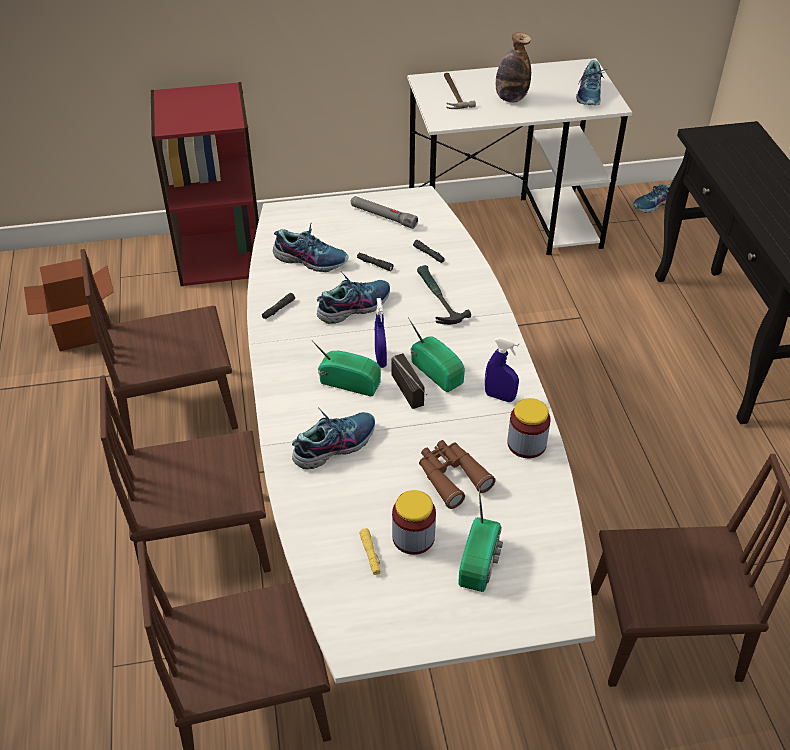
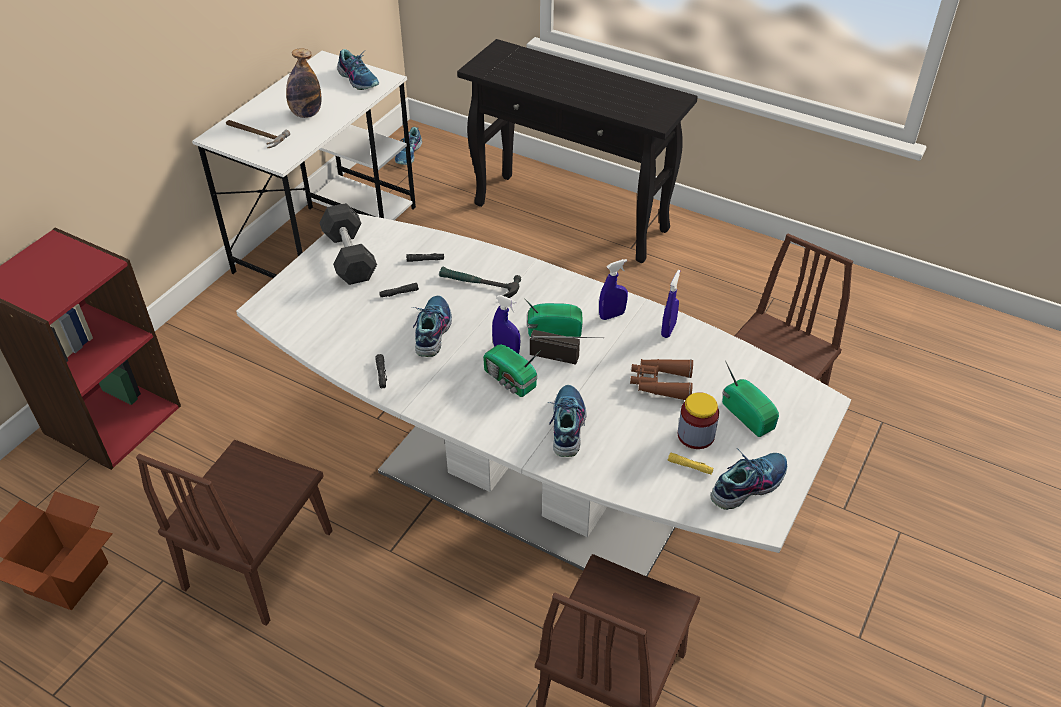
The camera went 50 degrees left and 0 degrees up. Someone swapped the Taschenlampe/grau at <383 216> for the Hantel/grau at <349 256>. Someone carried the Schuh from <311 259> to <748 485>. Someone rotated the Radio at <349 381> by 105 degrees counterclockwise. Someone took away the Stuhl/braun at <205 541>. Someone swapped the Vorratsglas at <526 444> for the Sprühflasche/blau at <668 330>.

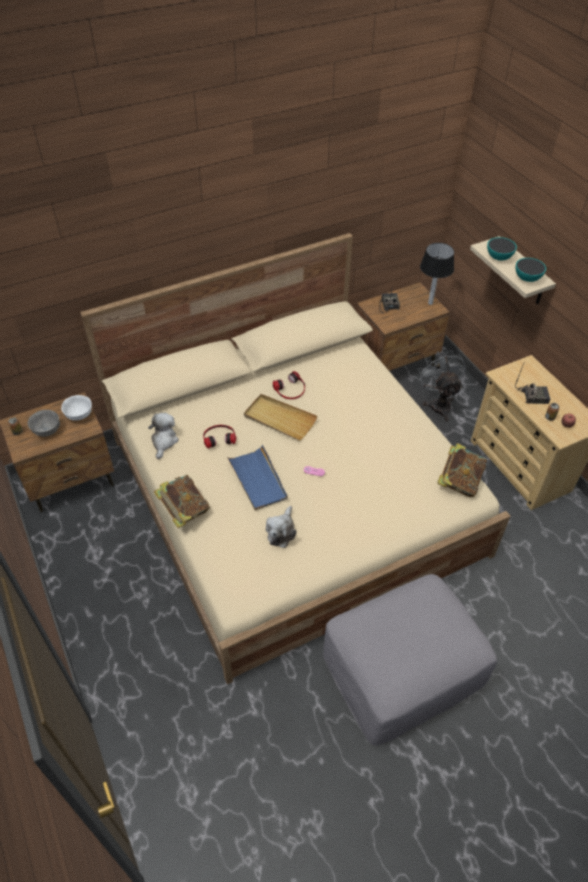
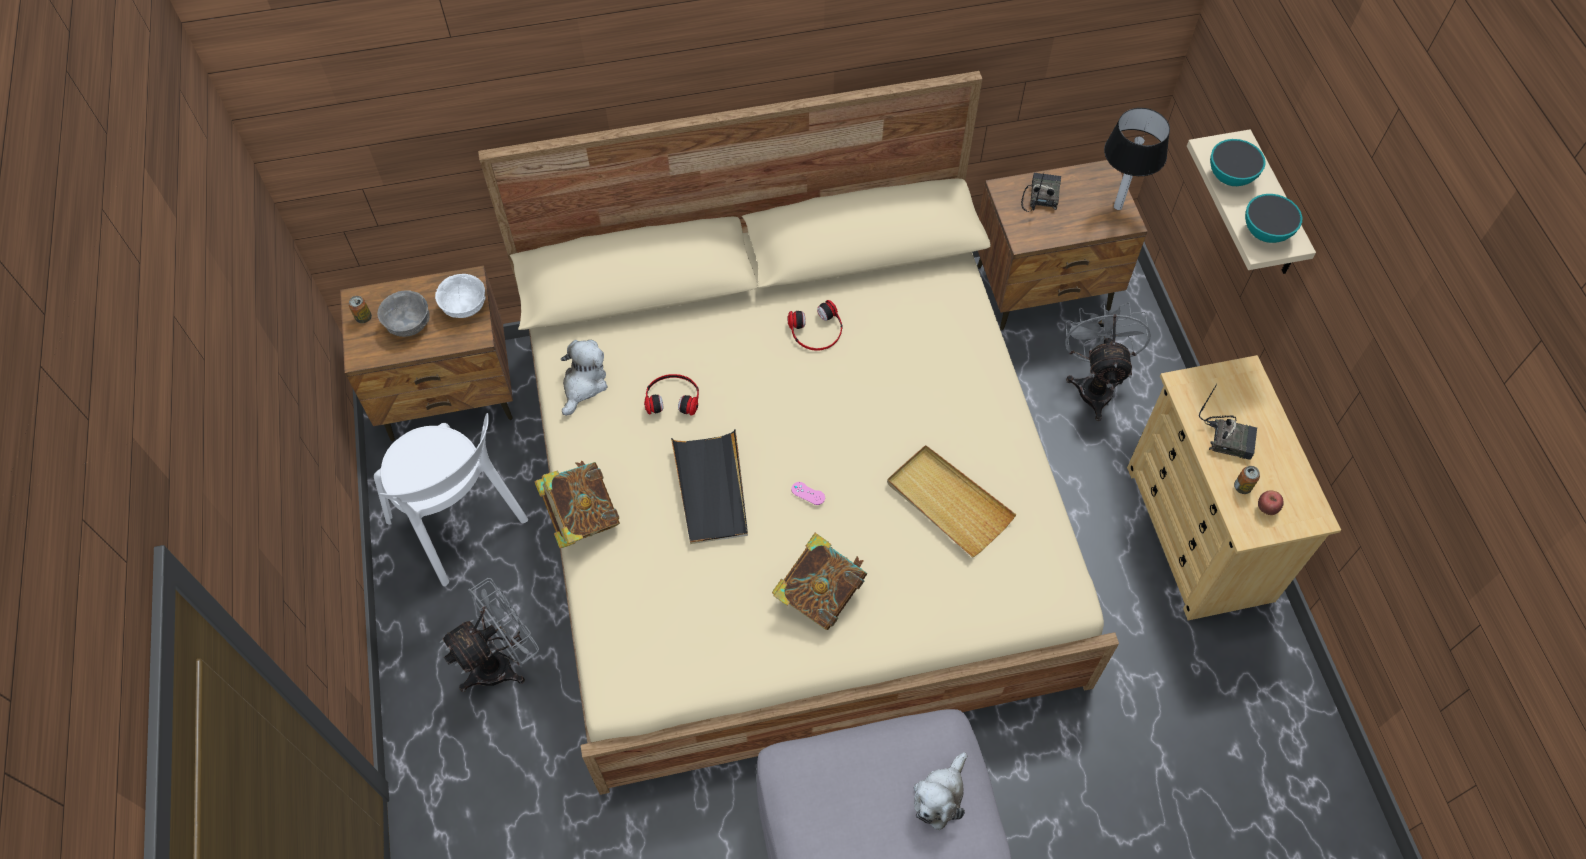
The camera went 15 degrees right and 10 degrees up. Someone carried the Tablett/beige from <279 419> to <948 502>. Someone carried the Buch from <459 482> to <819 594>. Someone repainted the Tablett/blau at <258 480>, which became the Tablett/schwarz at <711 489>. Someone carried the Plüschtier from <281 531> to <940 796>. Someone put down the Stuhl/weiß at <460 525>. Someone put down the Ventilator/grau at <502 662>.

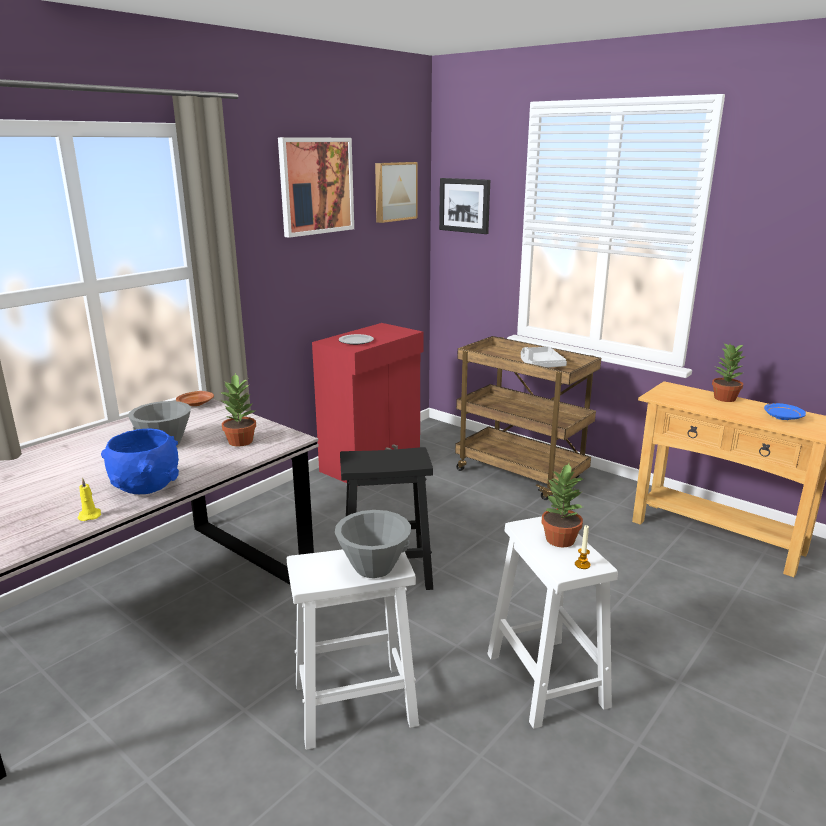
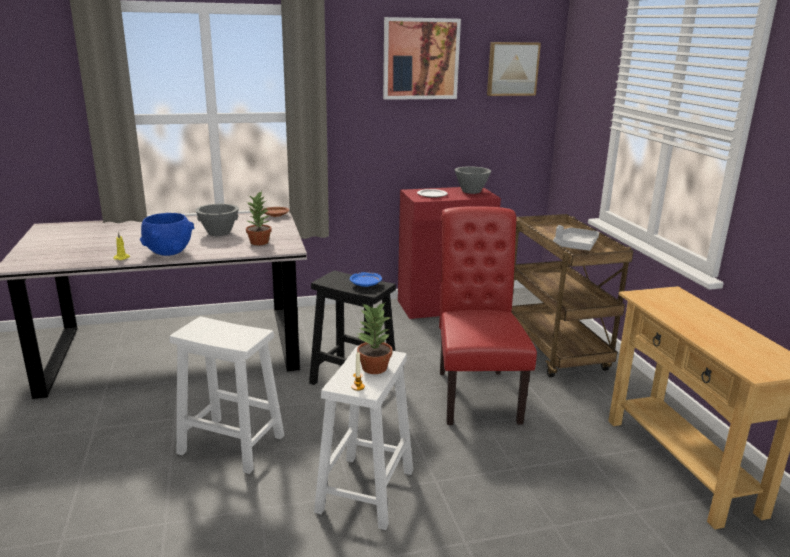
The camera went 35 degrees right and 0 degrees up. Someone took away the Bild at <465 205>. Someone took away the Topfpflanze at <724 398>. Someone carried the Teller/blau from <782 417> to <365 284>. Someone carried the Schüssel/grau from <373 566> to <471 191>. Someone put down the Stuhl/rot at <475 392>.

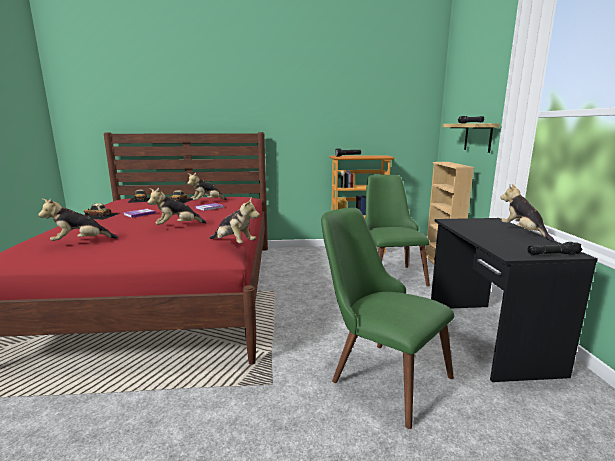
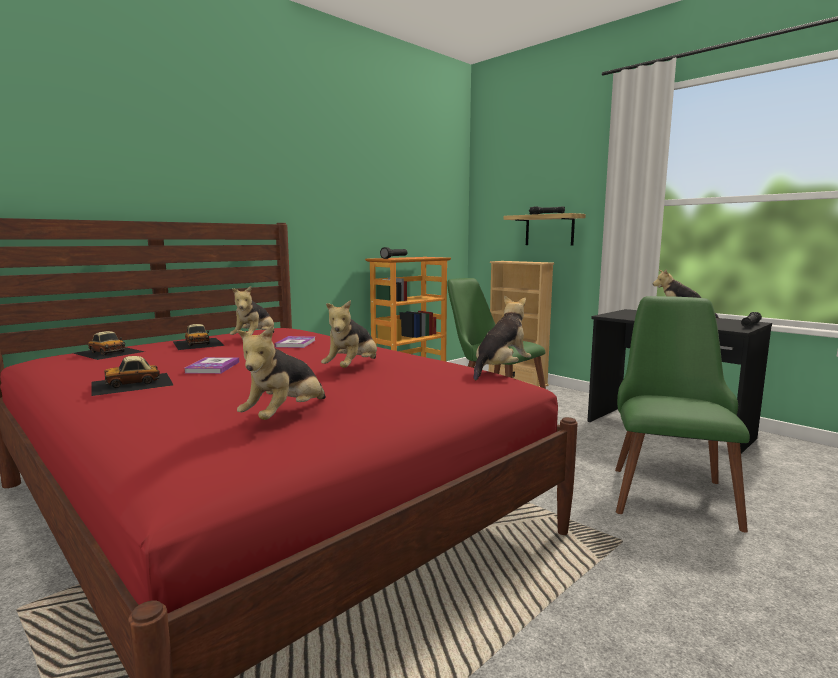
The camera went 40 degrees left and 5 degrees down. Someone rotated the Plüschtier at <234 244> by 45 degrees counterclockwise. Someone rotated the Stuhl/grün at <378 373> by 105 degrees clockwise.

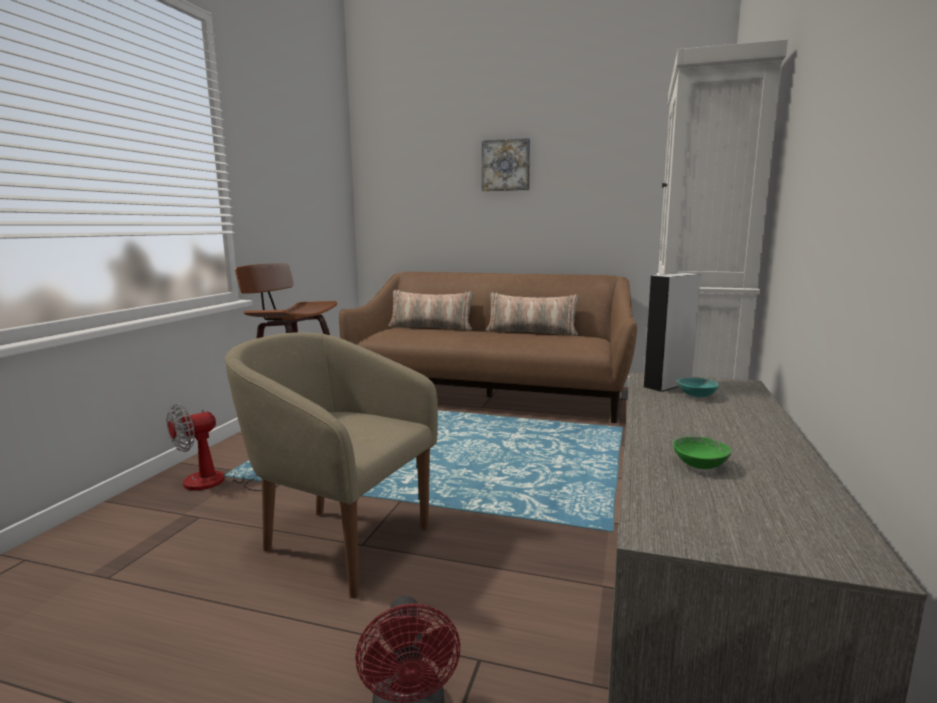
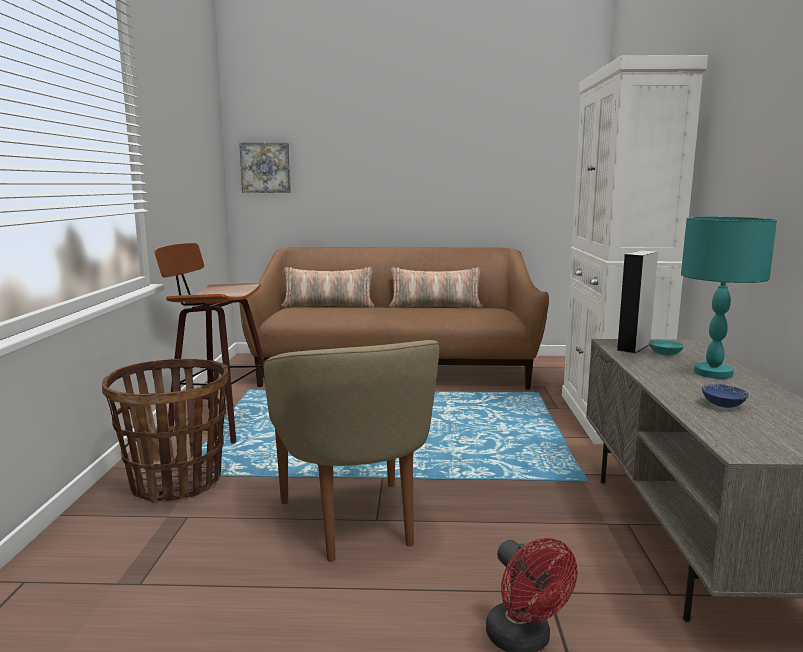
The camera went 15 degrees left and 0 degrees up. Someone carried the Bild from <506 165> to <266 168>. Someone rotated the Sessel/beige at <339 543> by 120 degrees counterclockwise. Someone swapped the Ventilator at <218 482> for the Korb at <176 482>. Someone repainted the Schüssel/grün at <700 465>, which became the Schüssel/blau at <723 405>. Someone put down the Tischlampe/türkis at <713 373>.

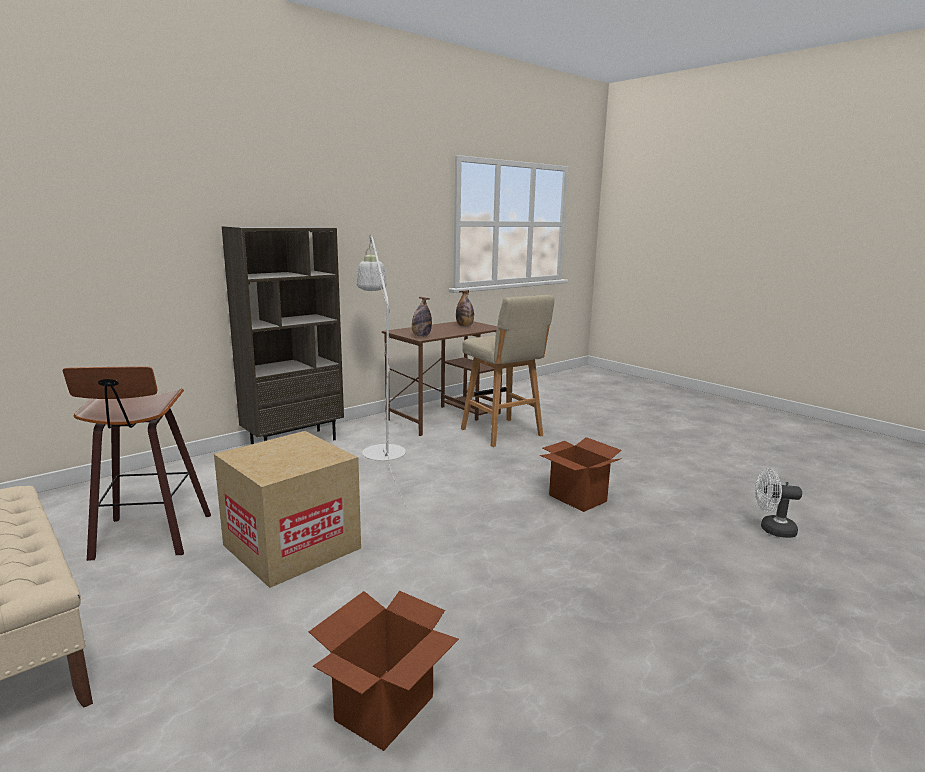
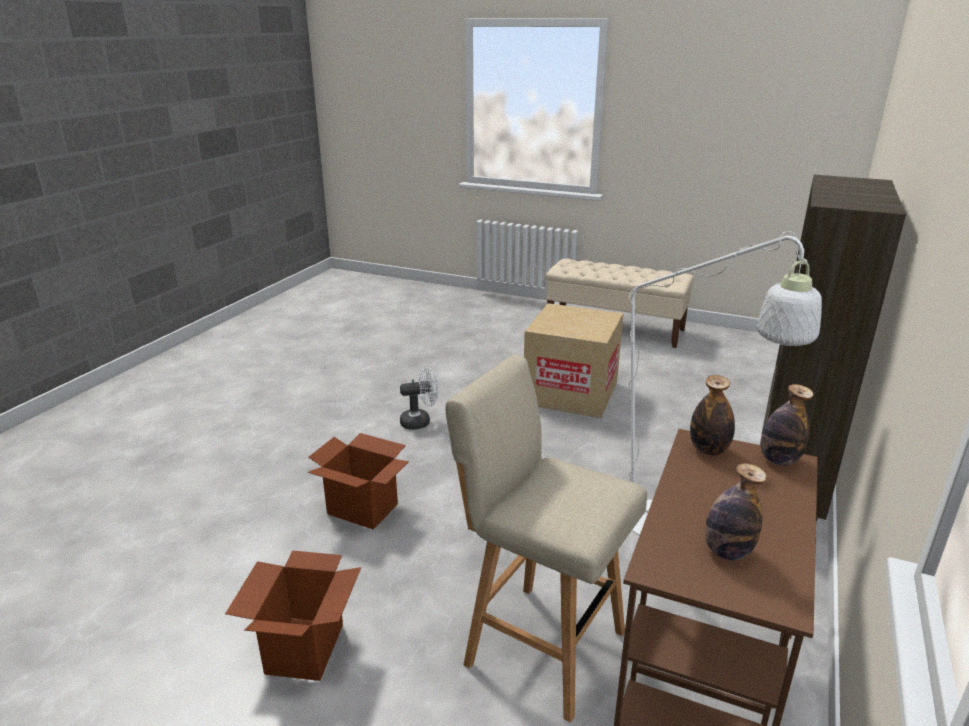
The camera went 155 degrees right and 10 degrees up. Someone took away the Hocker at <149 538>. Someone carried the Ventilator/weiß from <772 529> to <420 421>. Someone carried the Karton from <384 709> to <305 648>. Someone put down the Flasche at <779 460>.

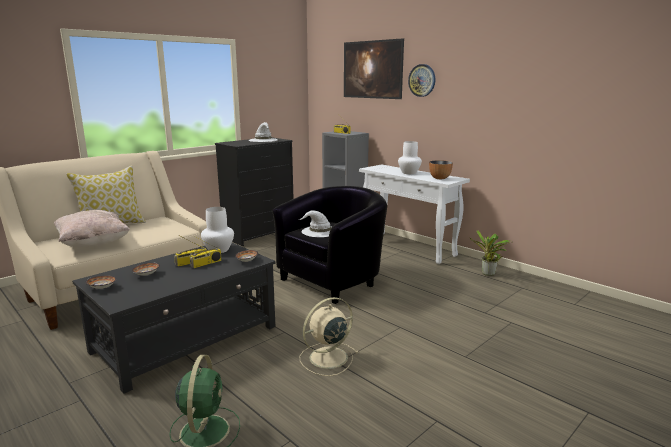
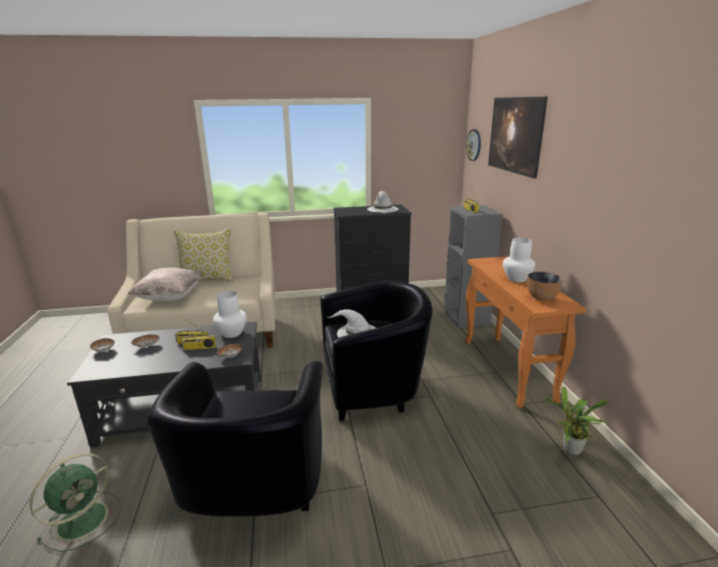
The camera went 35 degrees right and 5 degrees up. Someone carried the Wanduhr from <422 80> to <474 145>. Someone repainted the Konsolentisch/weiß at <408 248>, which became the Konsolentisch/orange at <508 369>. Someone swapped the Ventilator/beige at <327 358> for the Sessel/schwarz at <252 490>.

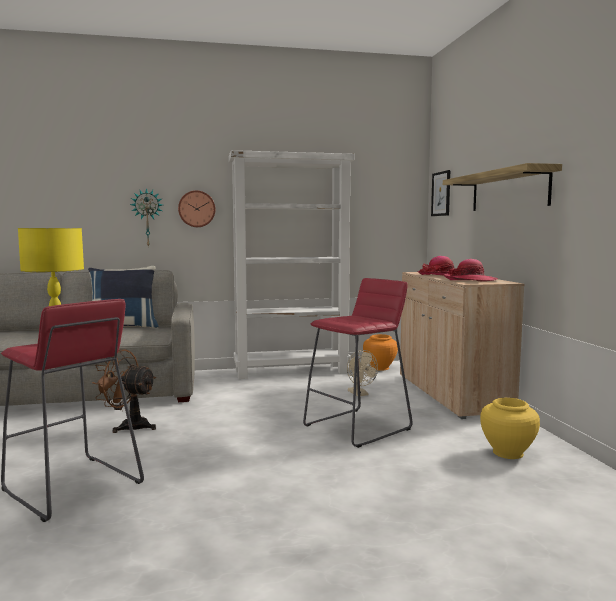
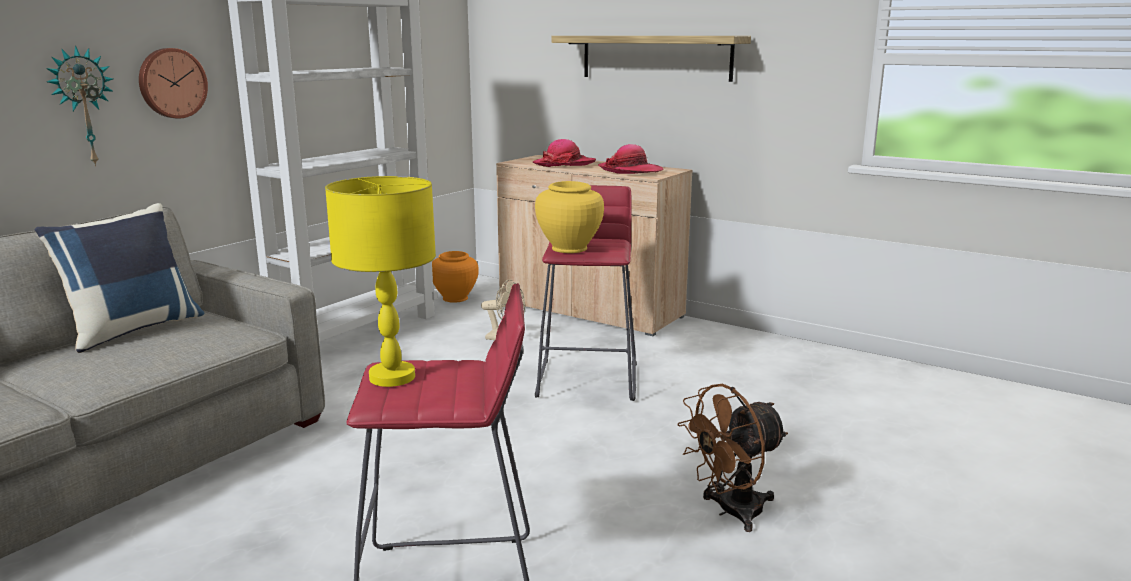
The camera went 45 degrees left and 10 degrees up. Someone took away the Bild at <441 194>. Someone carried the Ventilator/braun from <128 426> to <730 512>. Someone carried the Vase/gelb from <507 453> to <569 249>.

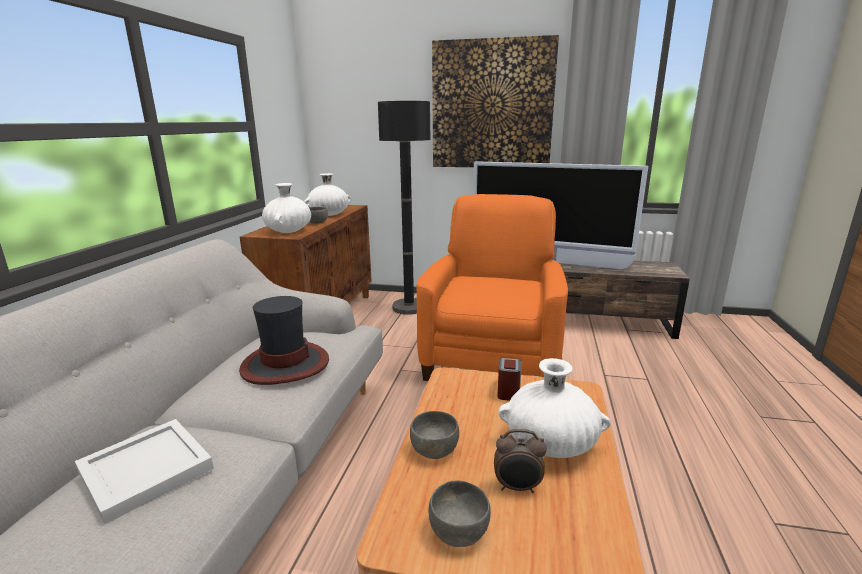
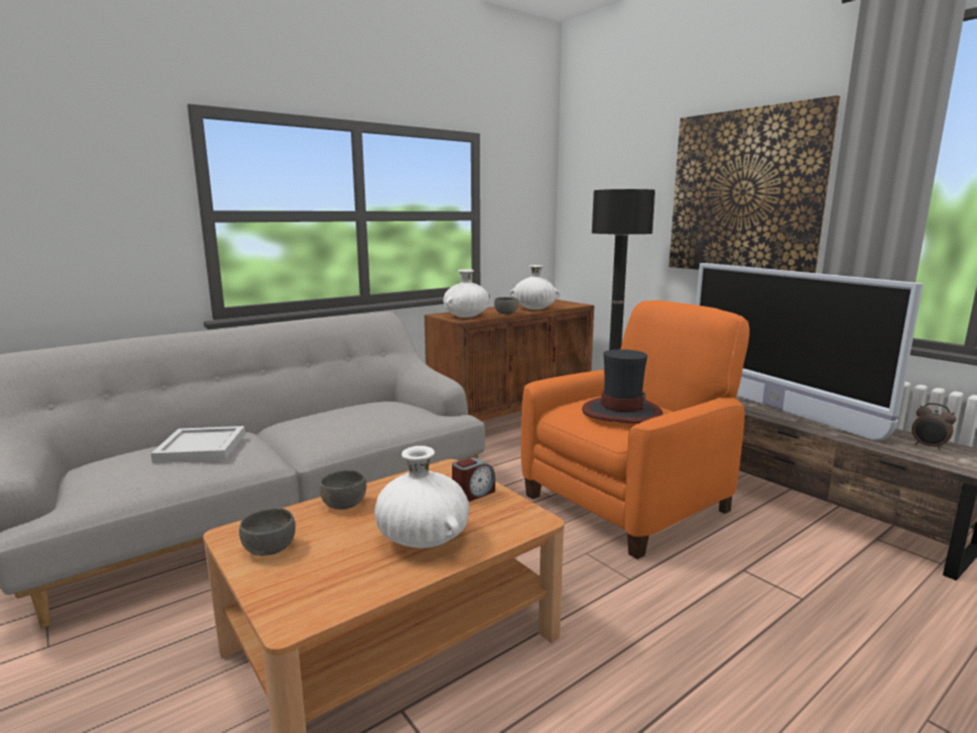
The camera went 40 degrees right and 5 degrees down. Someone carried the Hut from <285 364> to <621 412>. Someone carried the Wecker from <517 488> to <928 447>.

